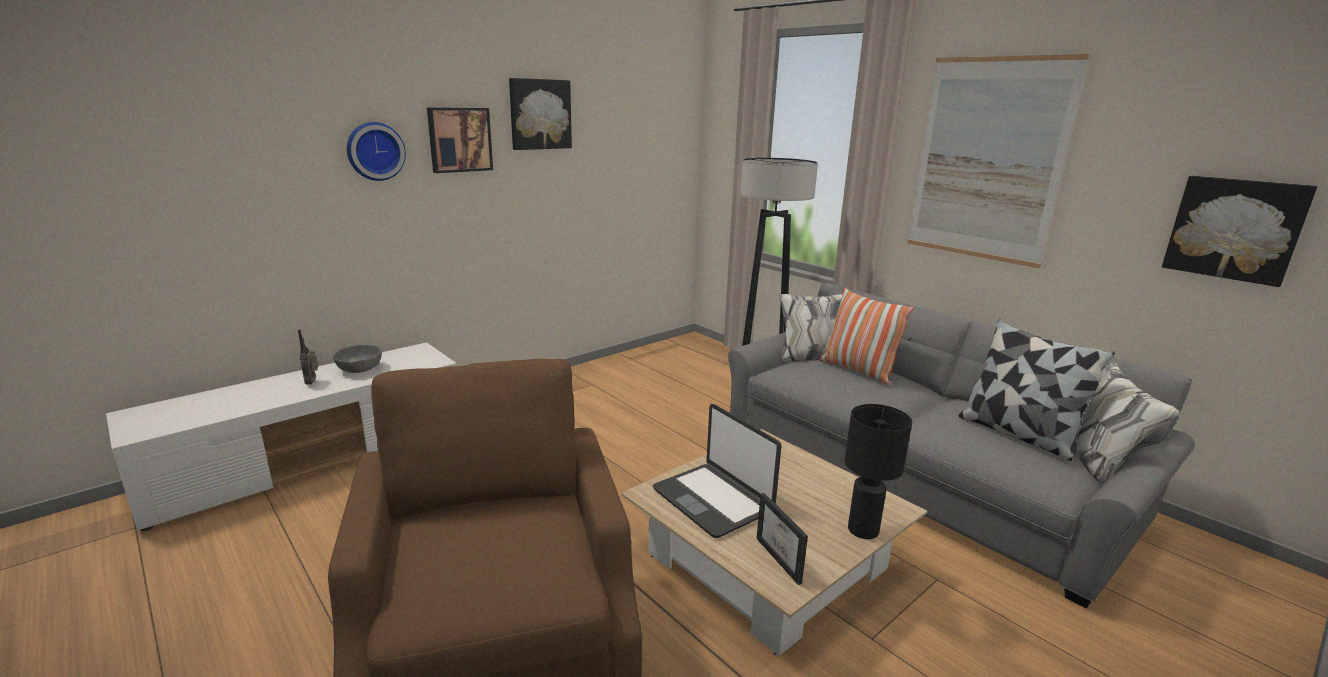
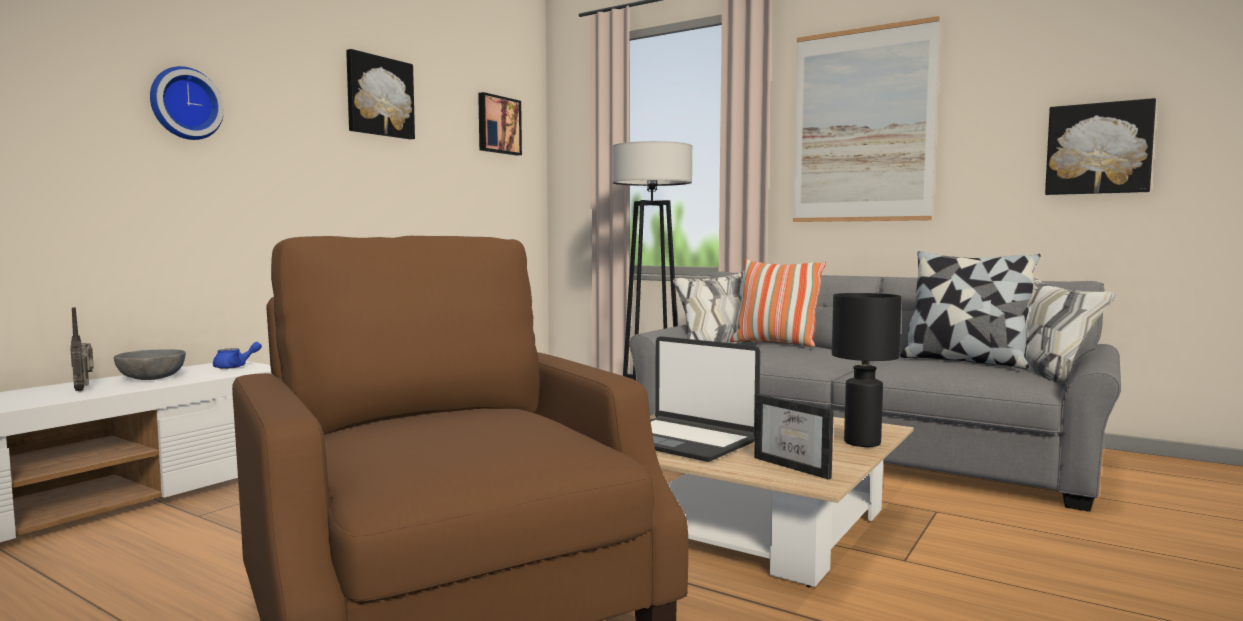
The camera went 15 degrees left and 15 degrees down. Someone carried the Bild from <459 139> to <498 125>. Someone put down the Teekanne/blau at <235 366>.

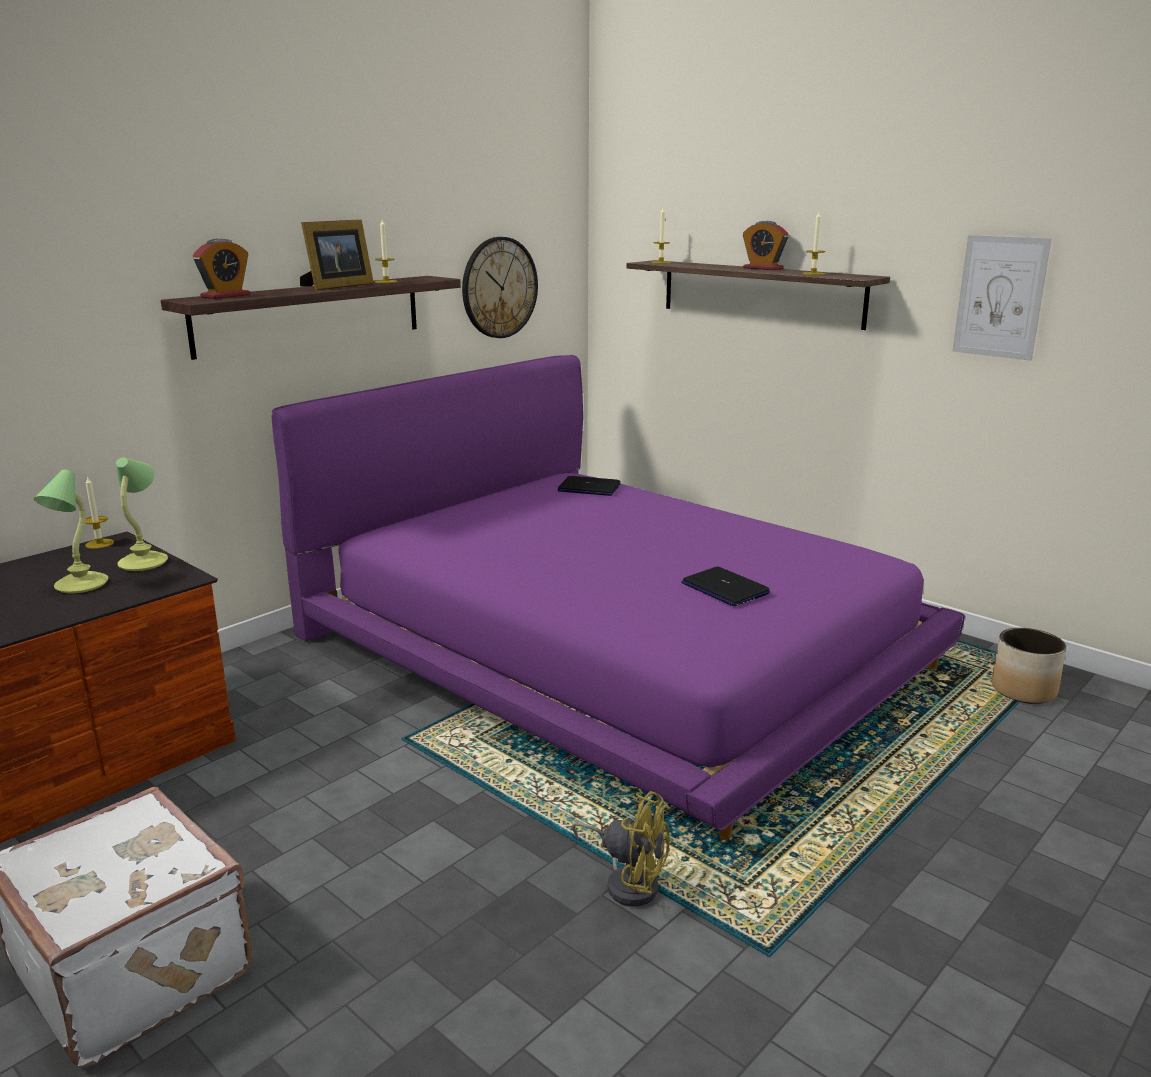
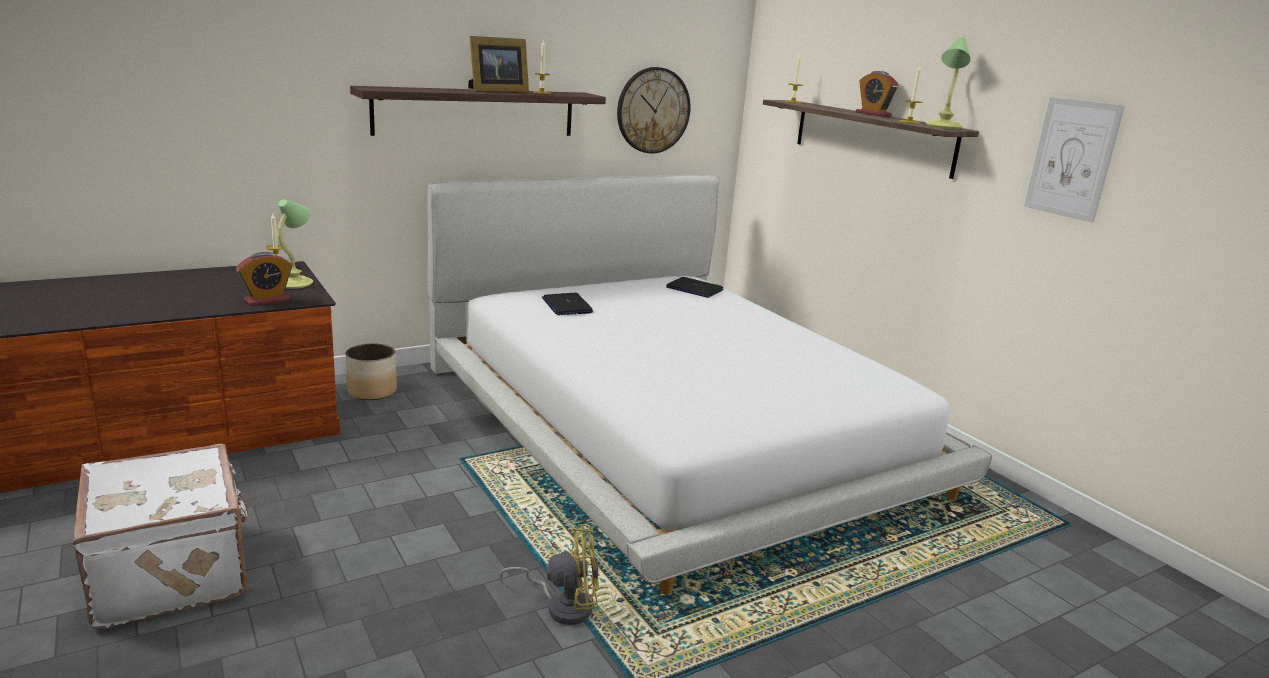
The camera went 15 degrees right and 0 degrees up. Someone carried the Wecker from <226 296> to <267 300>. Someone repainted the Bett/lila at <612 647>, which became the Bett/weiß at <672 425>. Someone carried the Tischlampe from <80 585> to <943 127>. Someone carried the Laptop from <724 588> to <567 305>. Someone carried the Pflanzkübel from <1023 690> to <372 391>. Someone rotated the Ventilator/gelb at <628 881> by 45 degrees counterclockwise.

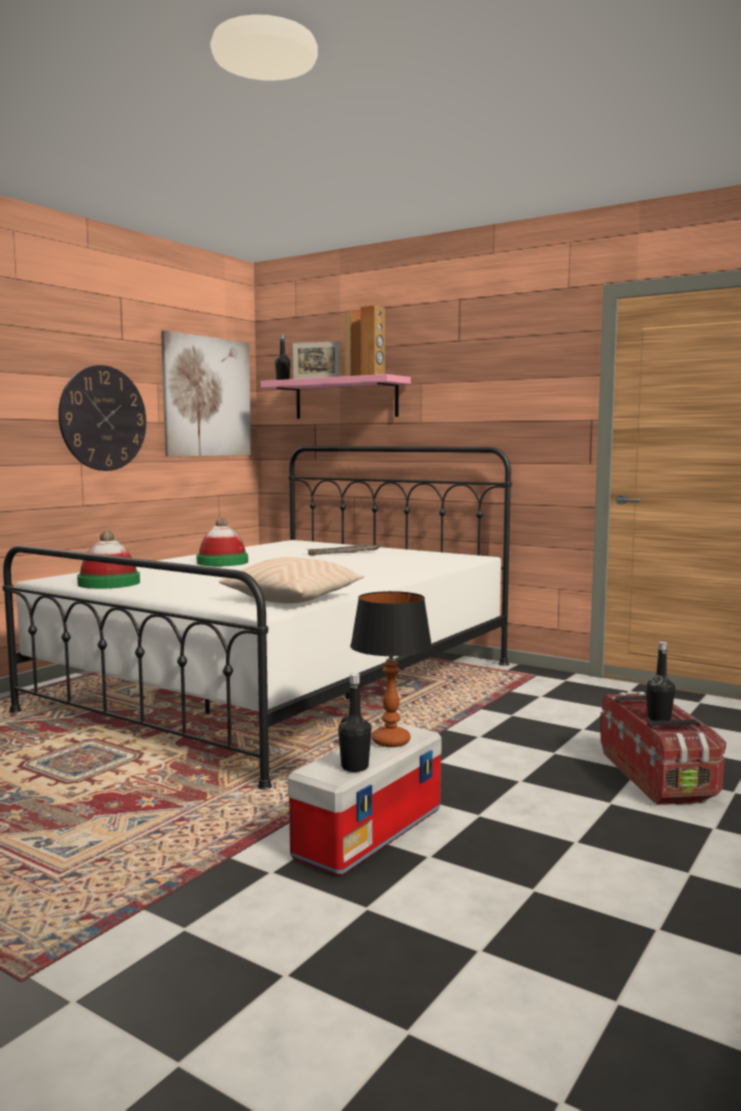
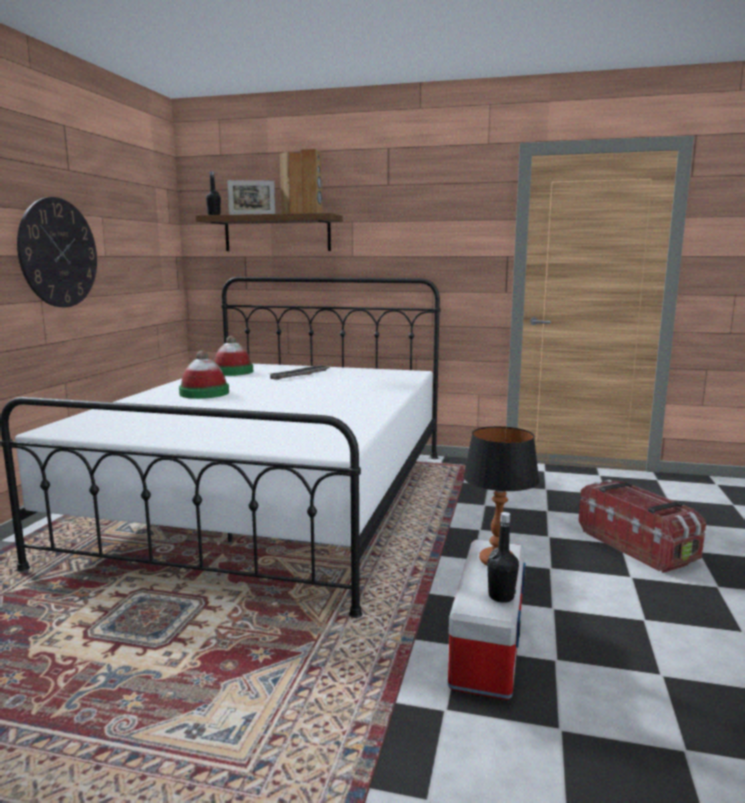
The camera went 20 degrees left and 5 degrees up. Someone took away the Bild at <207 397>. Someone repainted the Wandregal/rosa at <345 399>, which became the Wandregal/braun at <277 233>. Someone carried the Hut from <109 583> to <232 372>. Someone took away the Kissen/beige at <293 599>. Someone took away the Flasche/schwarz at <659 718>.

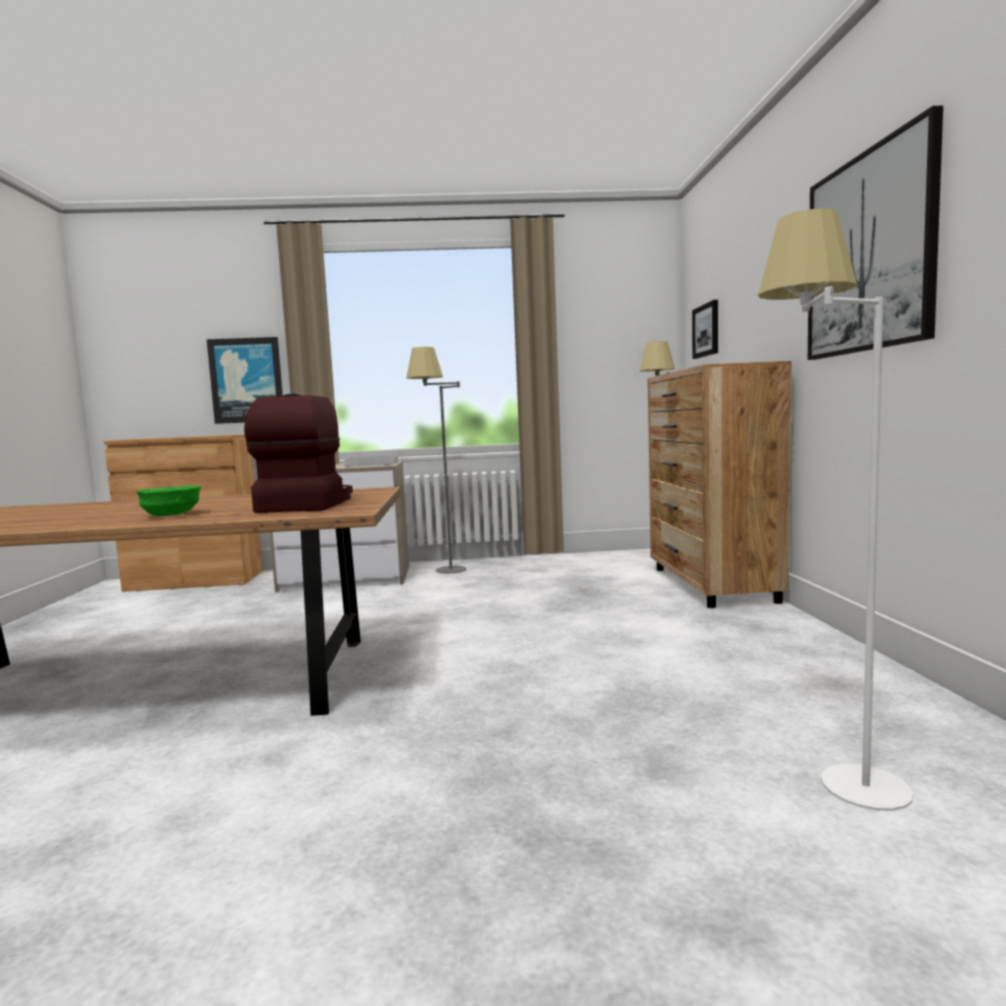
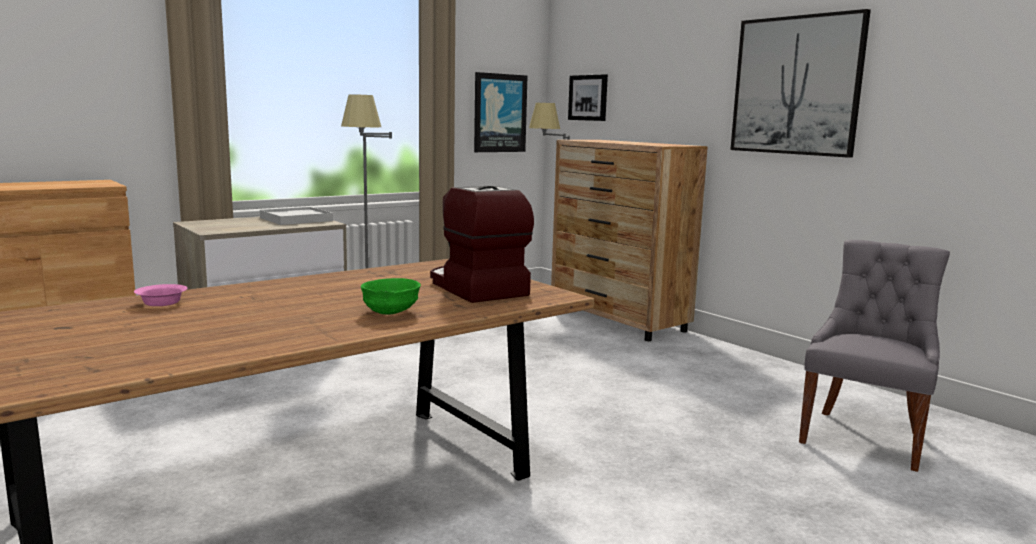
The camera went 35 degrees left and 5 degrees up. Someone swapped the Stehlampe/weiß at <827 772> for the Stuhl/grau at <864 437>. Someone carried the Bild from <247 380> to <499 113>. Someone put down the Schüssel/rosa at <161 303>.

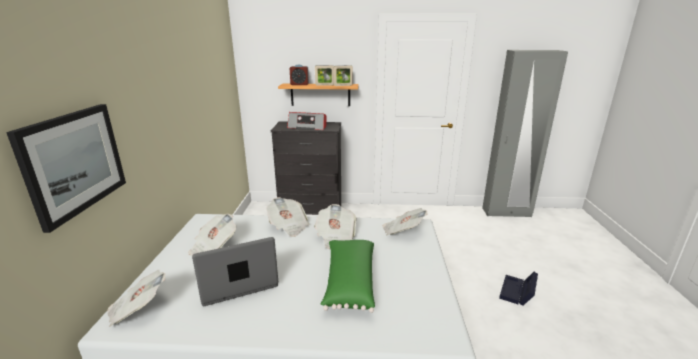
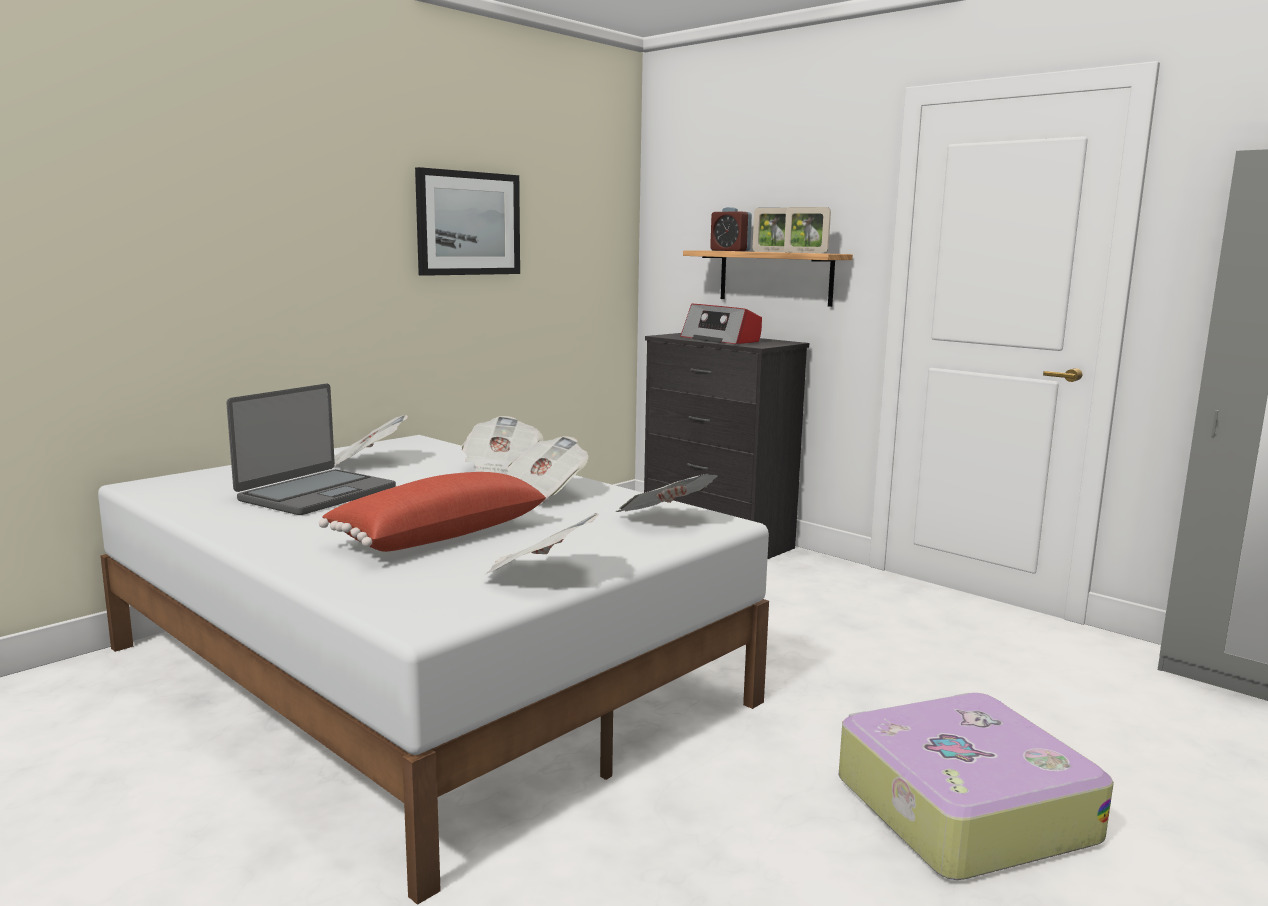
The camera went 40 degrees right and 10 degrees down. Someone carried the Bild from <74 162> to <468 223>. Someone rotated the Laptop at <237 282> by 105 degrees clockwise. Someone repainted the Kissen/grün at <349 282>, which became the Kissen/rot at <438 535>. Someone carried the Zeitung from <138 309> to <538 575>. Someone swapped the Aufbewahrungsbox/schwarz at <517 293> for the Koffer at <960 808>.

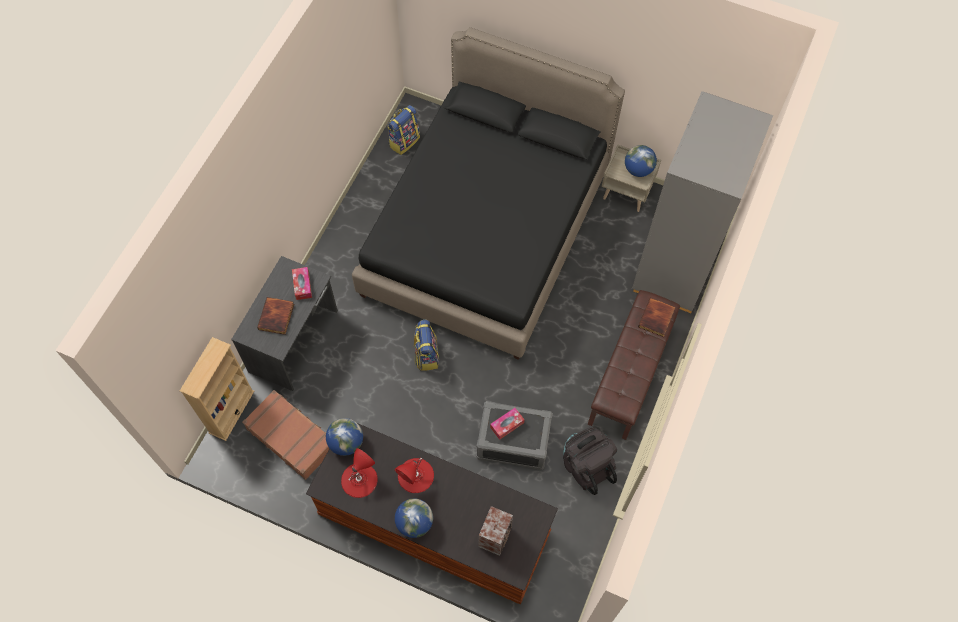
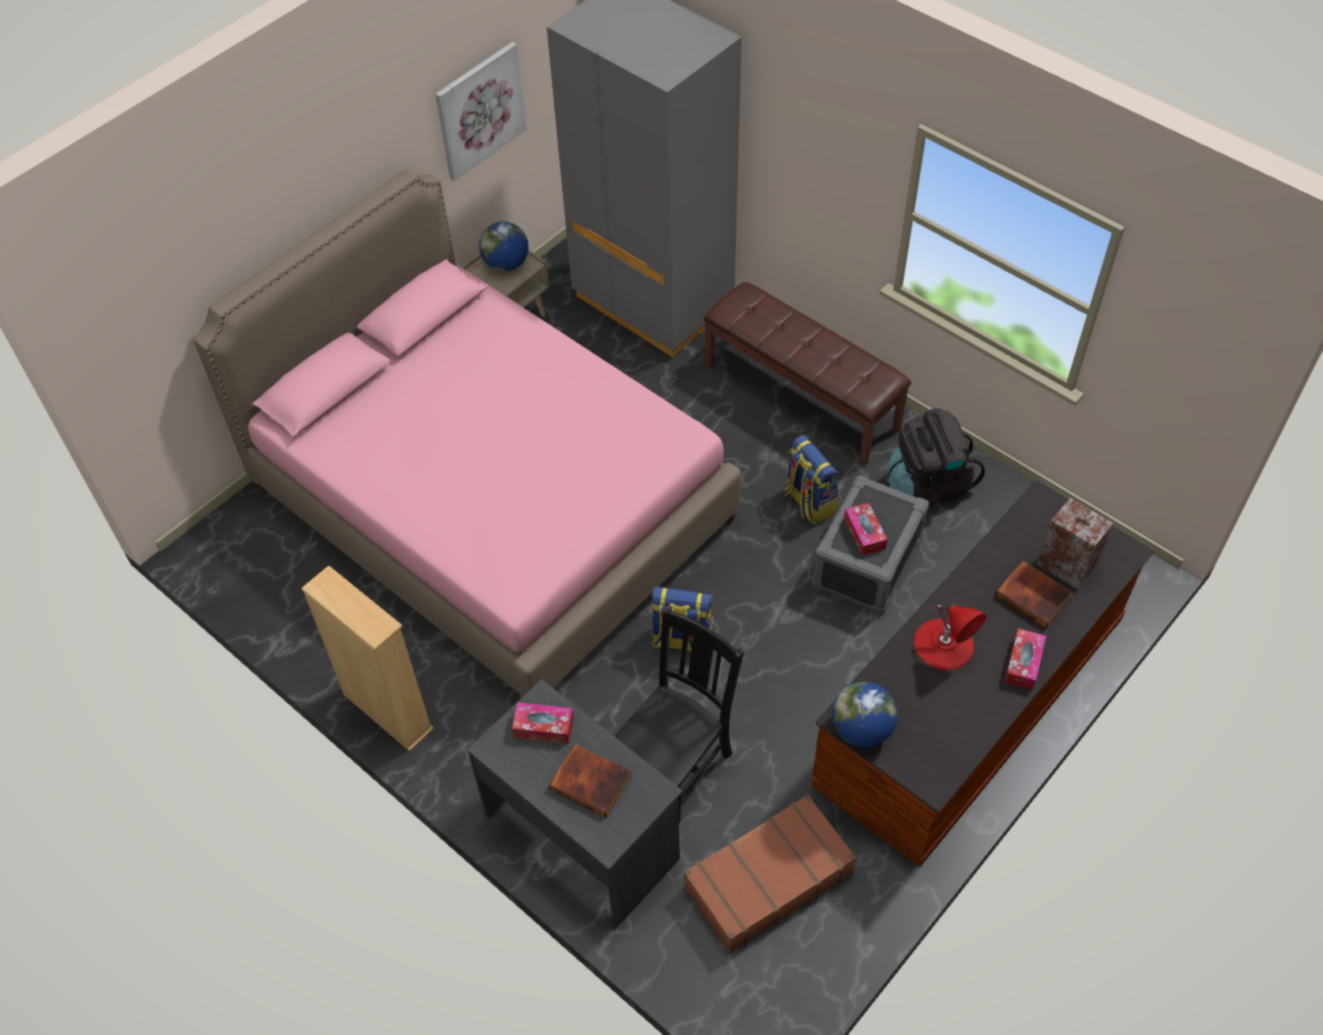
The camera went 70 degrees left and 10 degrees down. Someone repainted the Bett/schwarz at <486 231>, which became the Bett/rosa at <492 504>. Someone carried the Rucksack from <404 141> to <808 502>. Someone carried the Buch from <657 318> to <1034 596>. Someone carried the Bücherregal/beige from <231 412> to <387 711>. Someone took away the Tischlampe/rot at <359 479>. Someone swapped the Globus at <414 523> for the Taschentuchbox at <1023 663>. Someone put up the Bild at <479 110>. Someone put down the Stuhl/schwarz at <675 764>.

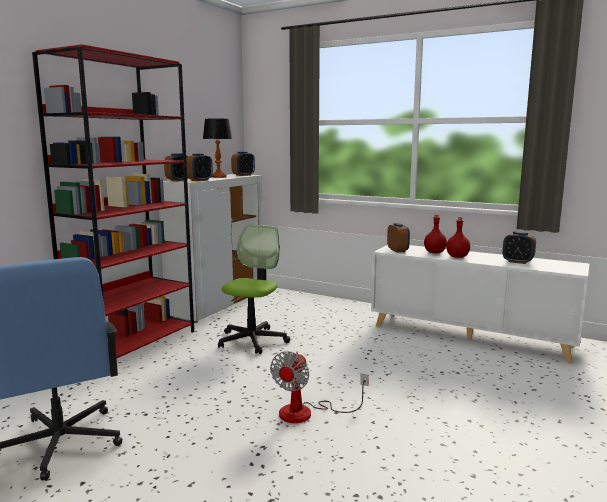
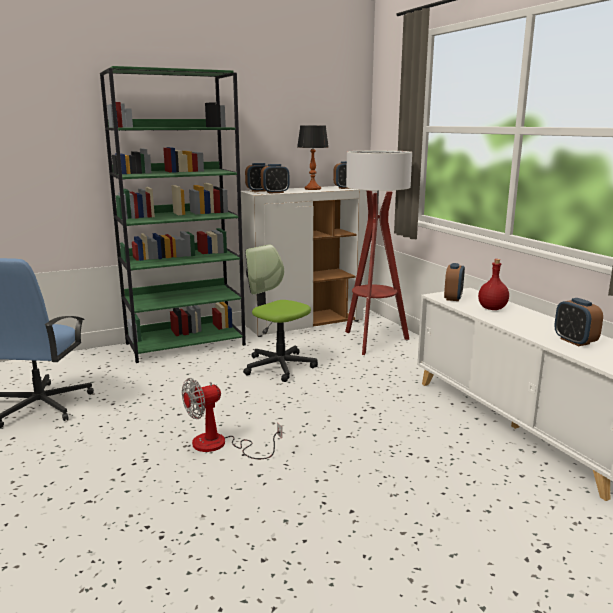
The camera went 35 degrees right and 5 degrees up. Someone repainted the Bücherregal/rot at <133 344>, which became the Bücherregal/grün at <186 344>. Someone took away the Flasche/rot at <457 257>. Someone rotated the Bürostuhl at <252 340> by 105 degrees counterclockwise. Someone put down the Stehlampe at <372 341>.

